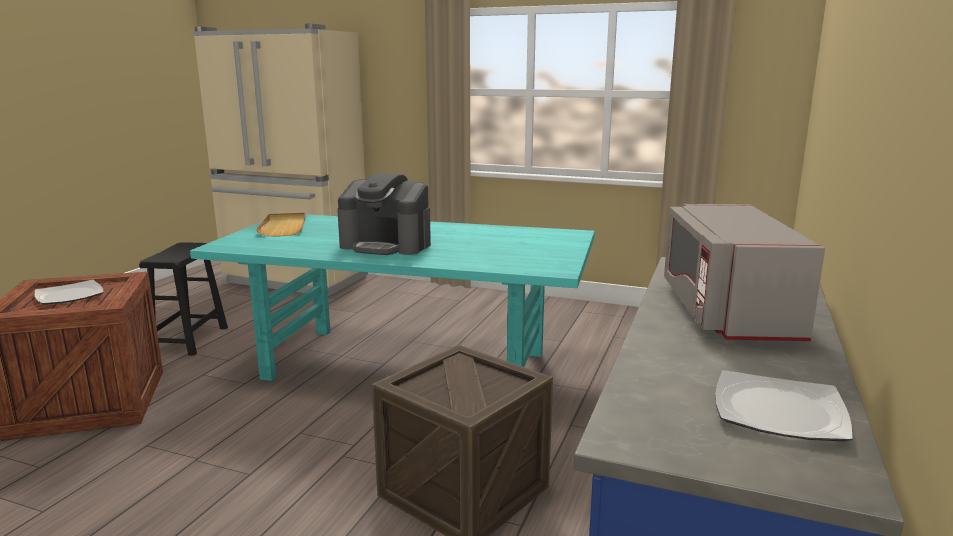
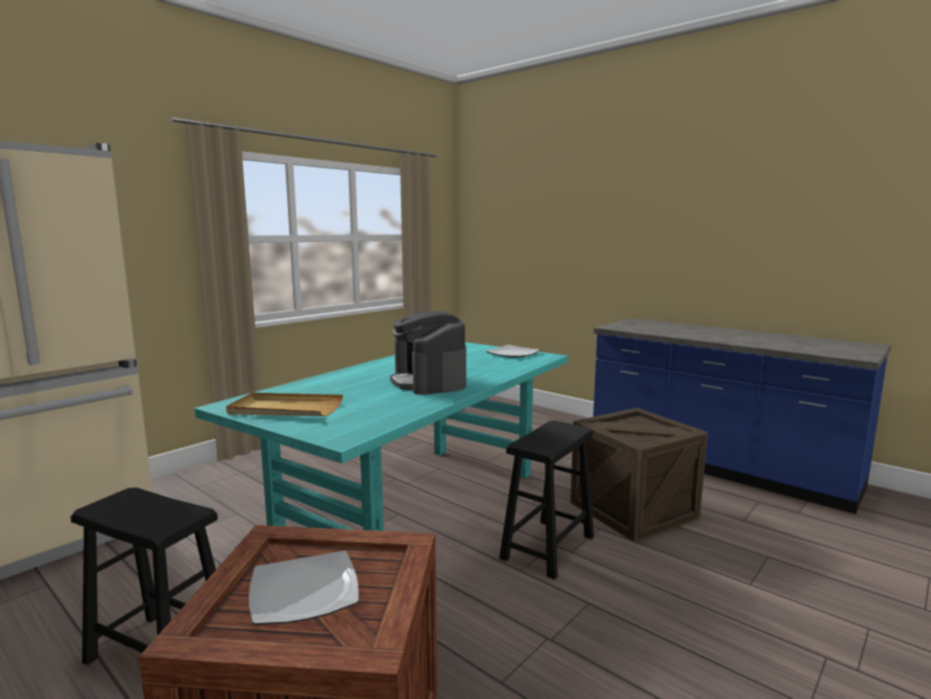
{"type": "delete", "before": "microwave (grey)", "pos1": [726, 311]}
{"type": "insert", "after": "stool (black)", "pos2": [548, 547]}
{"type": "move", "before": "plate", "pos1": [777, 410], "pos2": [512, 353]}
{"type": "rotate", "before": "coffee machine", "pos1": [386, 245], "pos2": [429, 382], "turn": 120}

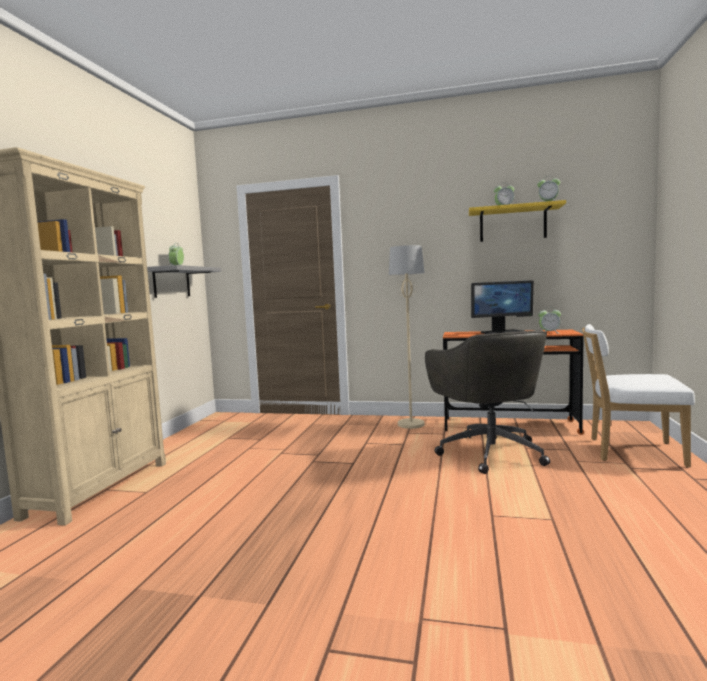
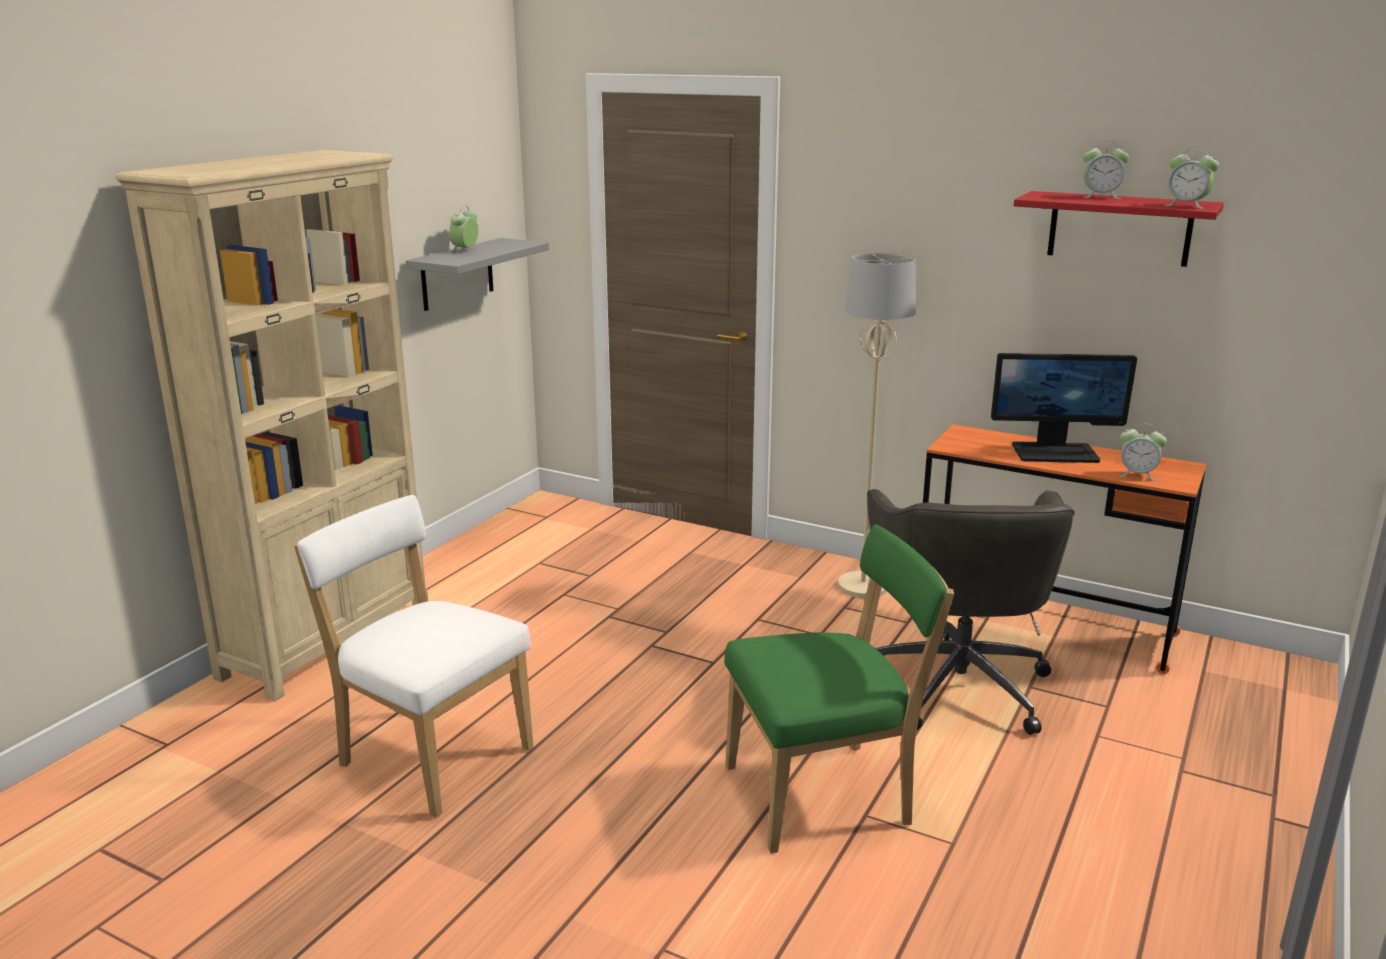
{"type": "insert", "after": "chair (green)", "pos2": [826, 795]}
{"type": "move", "before": "chair (white)", "pos1": [630, 451], "pos2": [430, 754]}
{"type": "recolor", "before": "shelf (yellow)", "after": "shelf (red)", "pos1": [512, 224], "pos2": [1119, 228]}

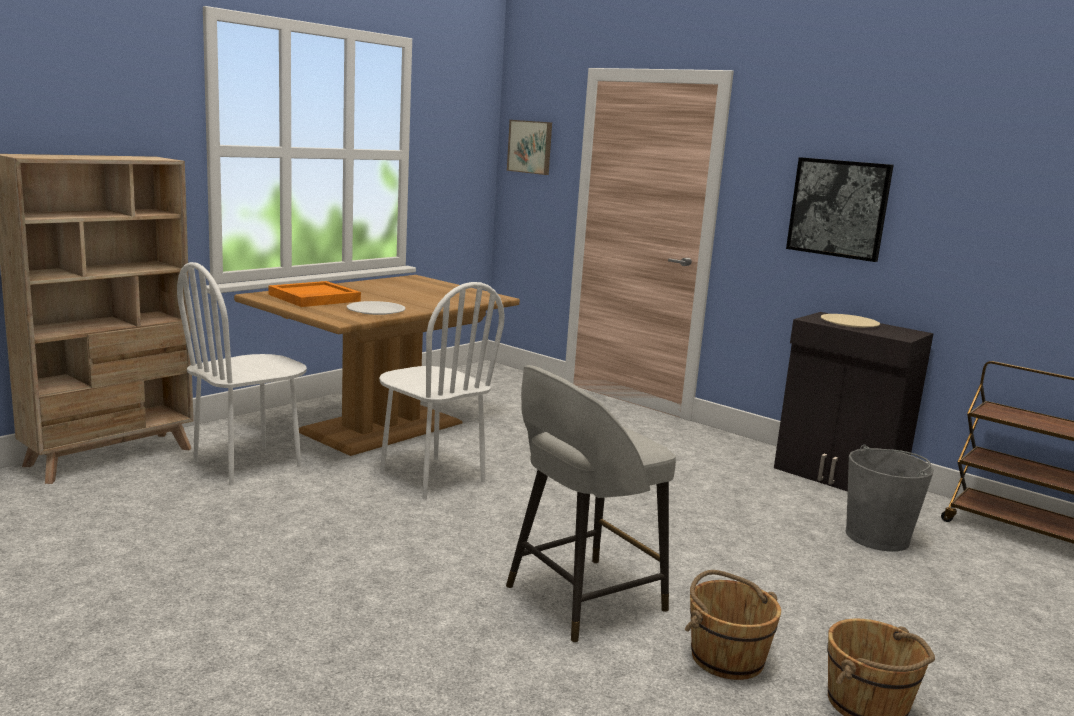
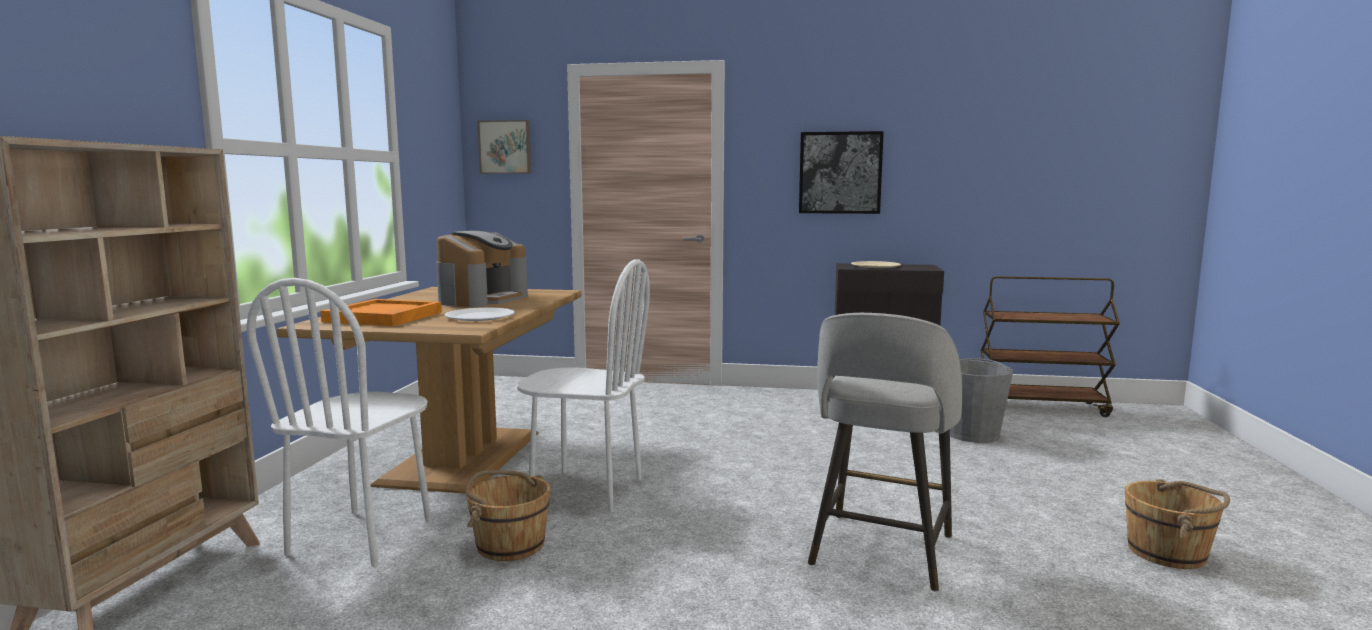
{"type": "insert", "after": "coffee machine", "pos2": [482, 299]}
{"type": "move", "before": "bucket (brown)", "pos1": [726, 657], "pos2": [510, 544]}

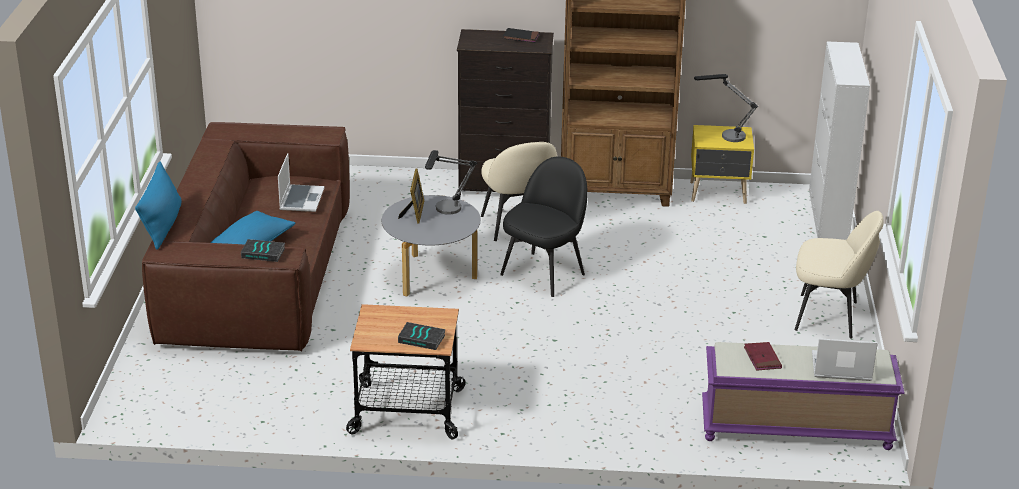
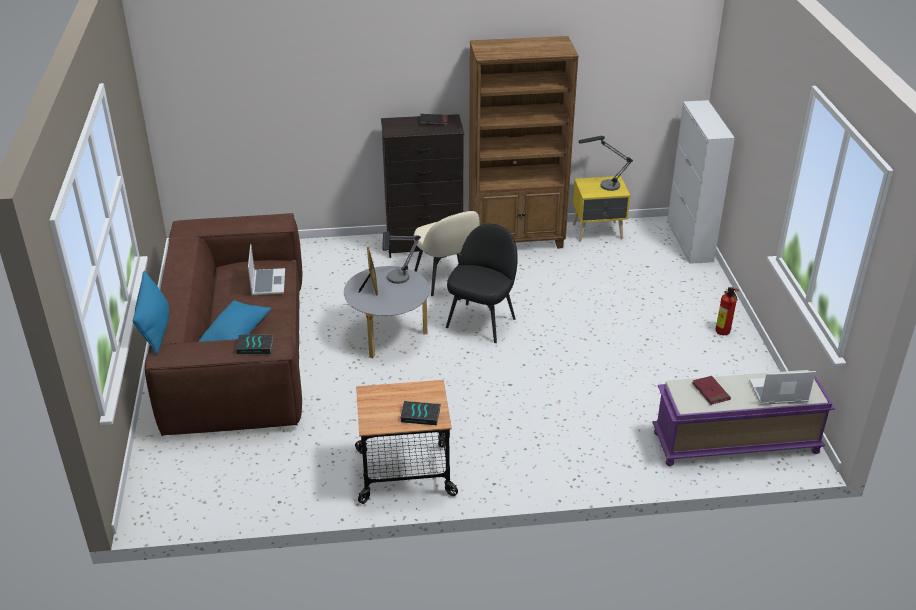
{"type": "replace", "before": "chair (beige)", "after": "fire extinguisher", "pos1": [828, 316], "pos2": [723, 333]}

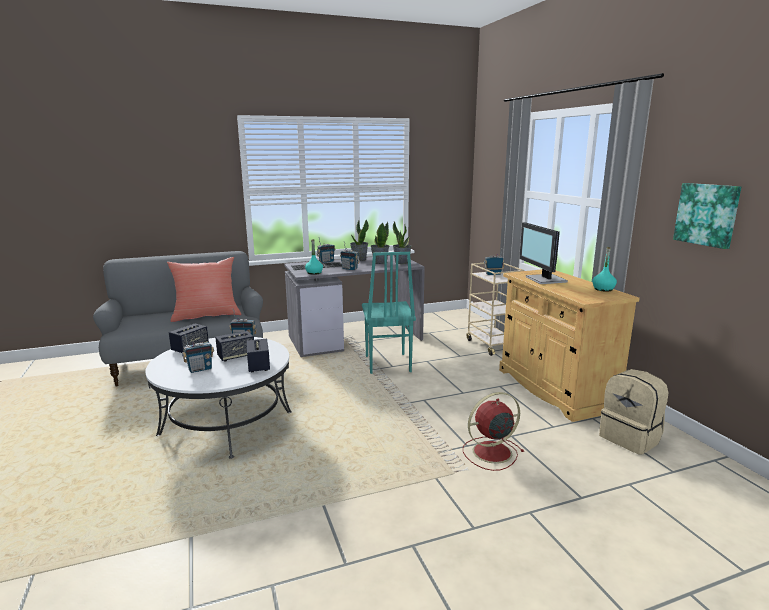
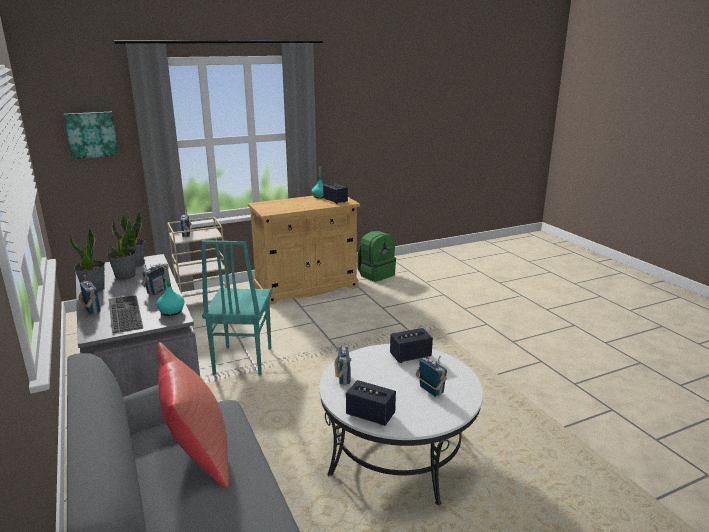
{"type": "delete", "before": "fan (red)", "pos1": [490, 452]}
{"type": "delete", "before": "monitor", "pos1": [544, 280]}
{"type": "move", "before": "speaker", "pos1": [236, 356], "pos2": [335, 201]}
{"type": "move", "before": "picture", "pos1": [707, 214], "pos2": [91, 134]}
{"type": "recolor", "before": "backpack (beige)", "after": "backpack (green)", "pos1": [631, 438], "pos2": [376, 274]}
{"type": "rotate", "before": "chair (turquoise)", "pos1": [386, 364], "pos2": [242, 361], "turn": 105}

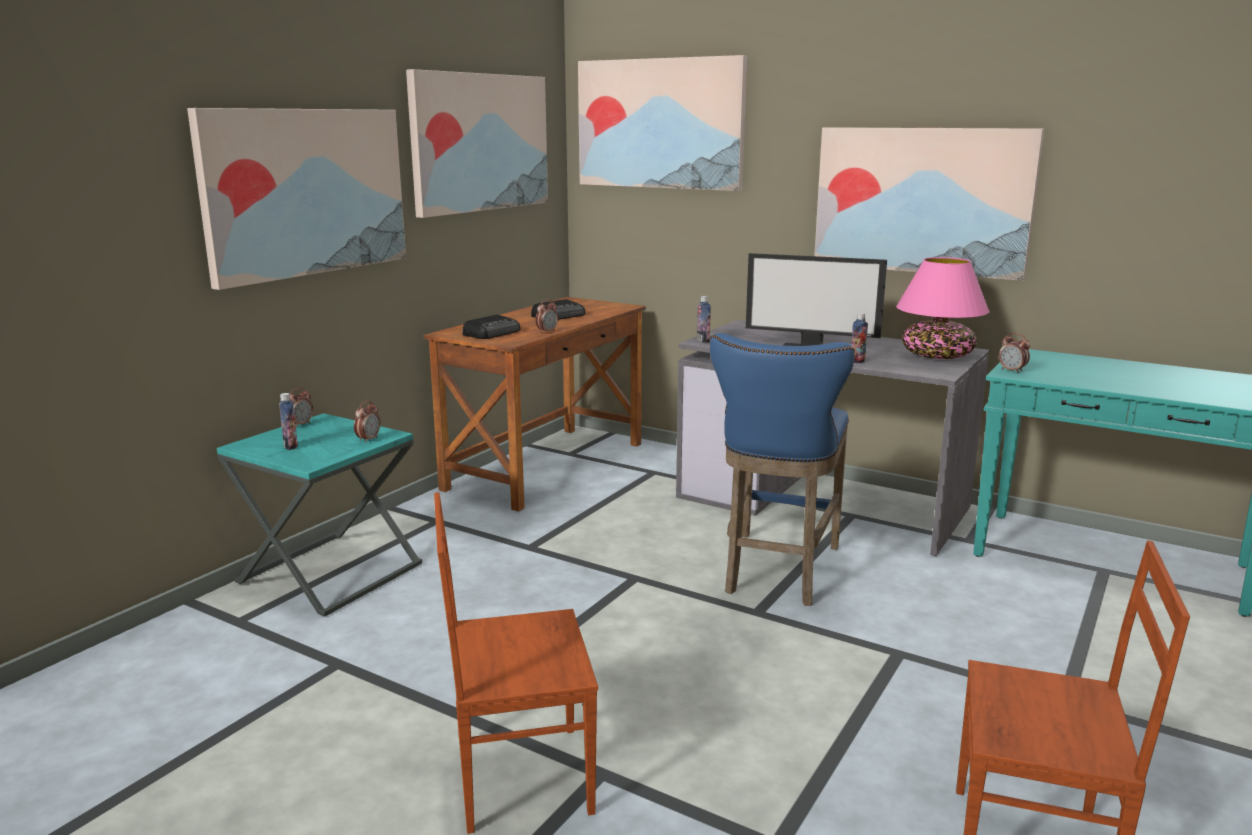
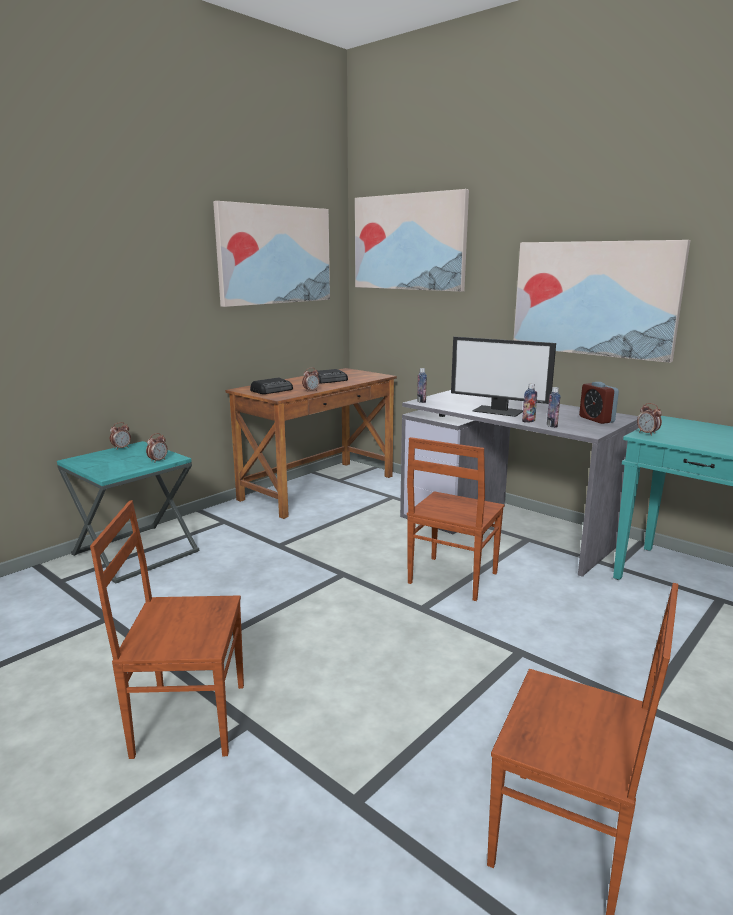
{"type": "delete", "before": "picture", "pos1": [305, 192]}
{"type": "move", "before": "bottle", "pos1": [290, 446], "pos2": [552, 426]}
{"type": "replace", "before": "stool (blue)", "after": "chair (brown)", "pos1": [776, 572], "pos2": [451, 578]}
{"type": "replace", "before": "table lamp (pink)", "after": "alarm clock", "pos1": [938, 355], "pos2": [596, 419]}

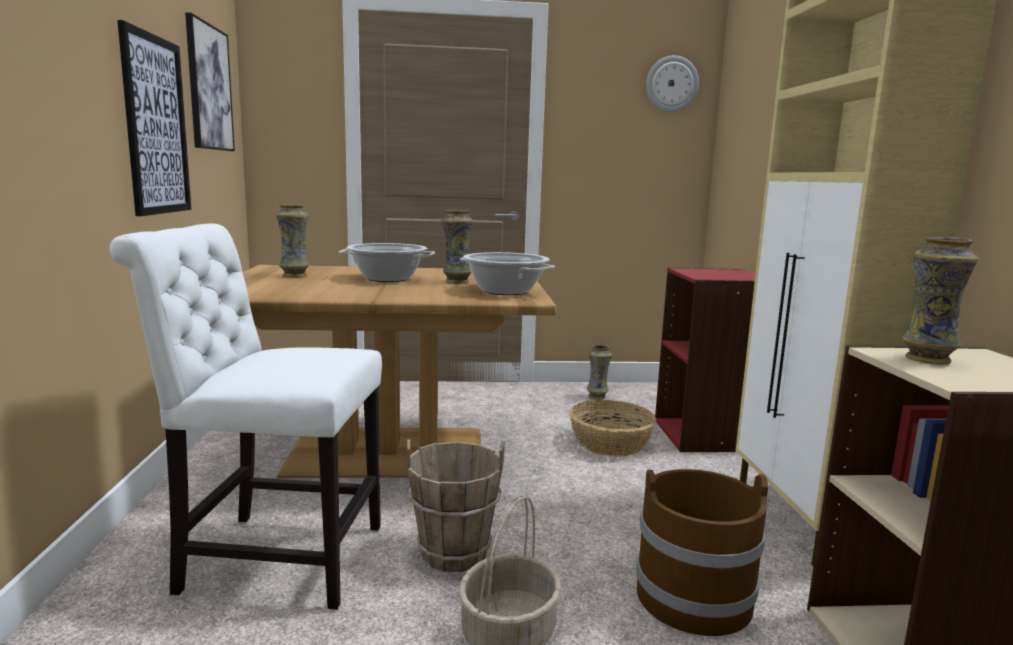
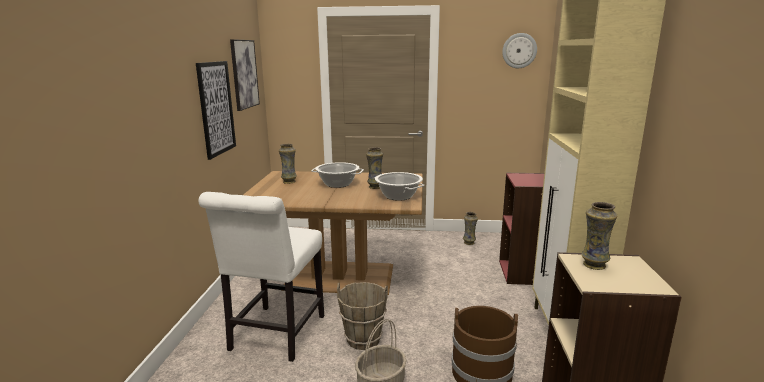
{"type": "delete", "before": "basket", "pos1": [610, 443]}
{"type": "rotate", "before": "chair (white)", "pos1": [273, 557], "pos2": [275, 336], "turn": -90}

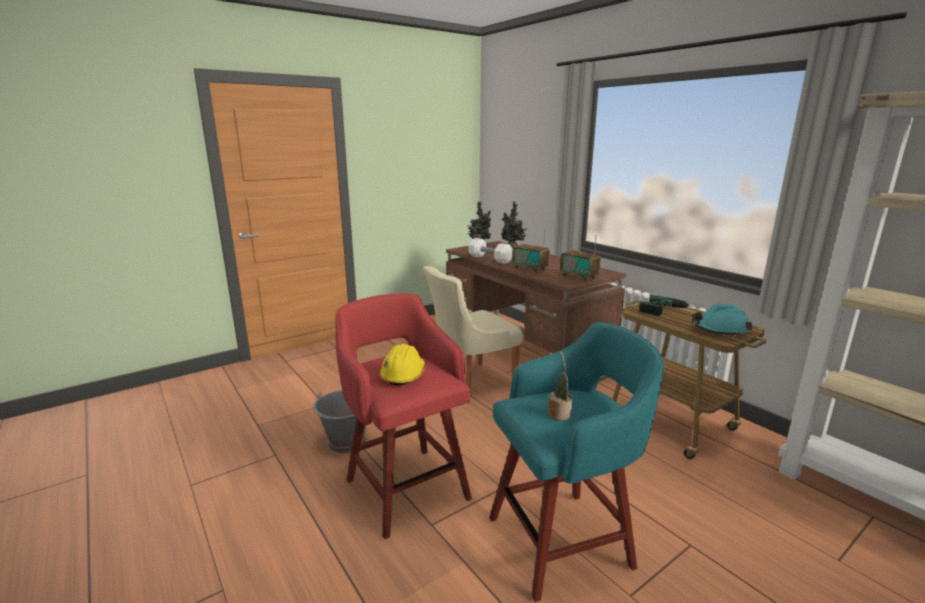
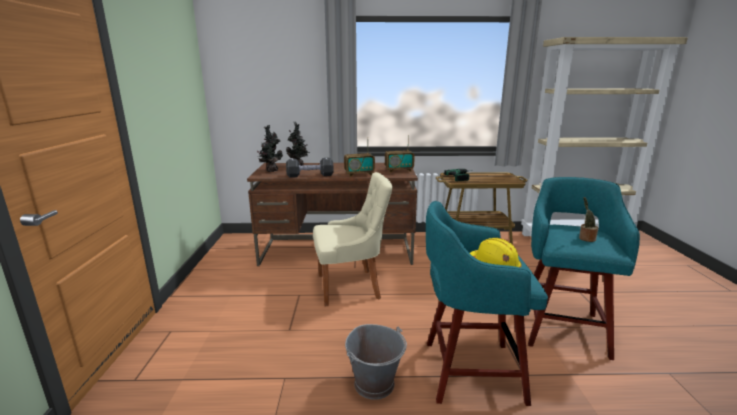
{"type": "delete", "before": "hard hat (turquoise)", "pos1": [720, 330]}
{"type": "recolor", "before": "stool (red)", "after": "stool (turquoise)", "pos1": [405, 486], "pos2": [469, 371]}
{"type": "recolor", "before": "dumbbell (white)", "after": "dumbbell (black)", "pos1": [490, 259], "pos2": [310, 175]}
{"type": "rotate", "before": "chair (beige)", "pos1": [471, 383], "pos2": [351, 286], "turn": -105}

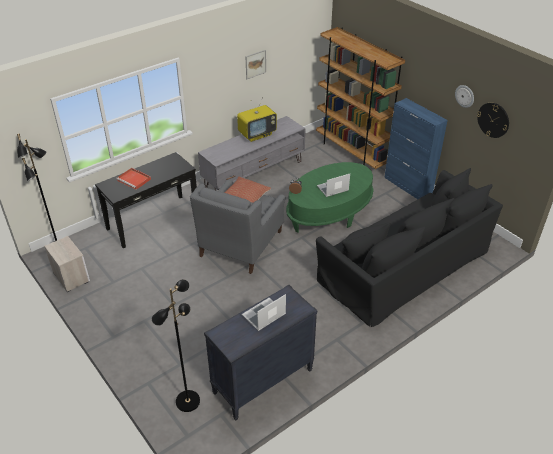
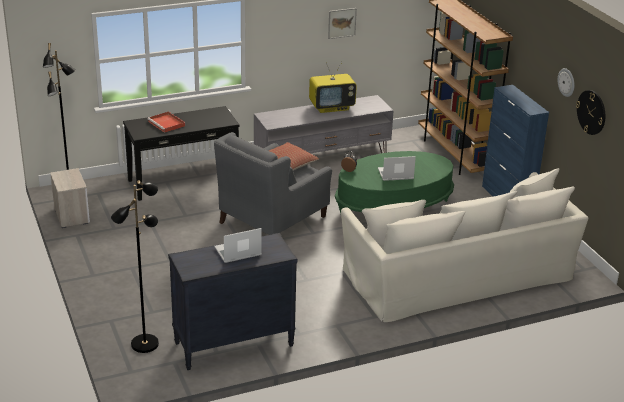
{"type": "recolor", "before": "sofa (black)", "after": "sofa (beige)", "pos1": [404, 264], "pos2": [457, 273]}

